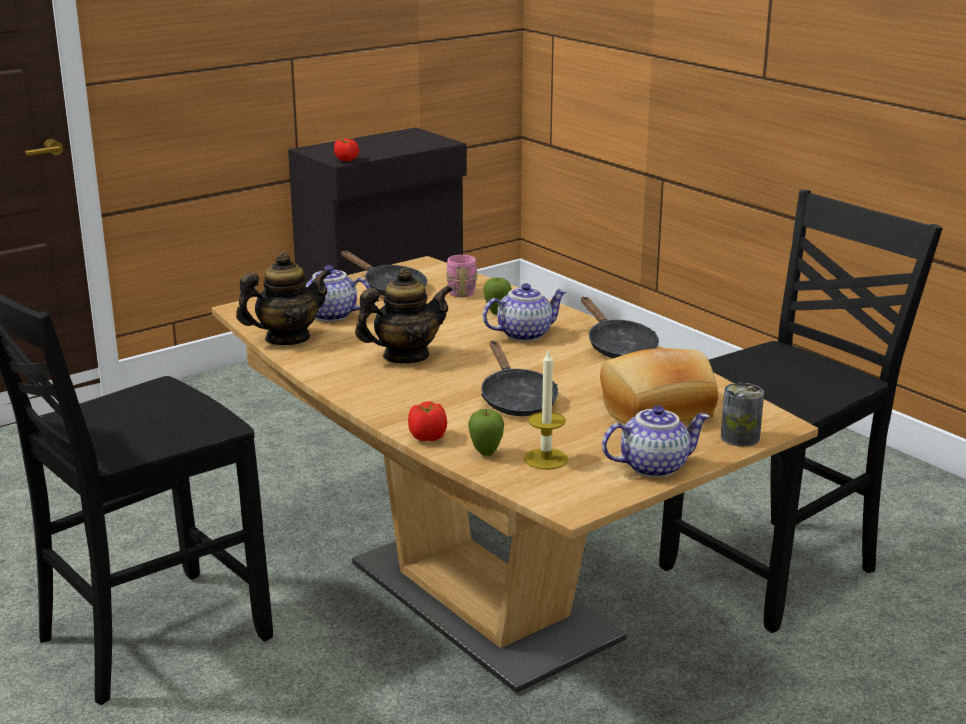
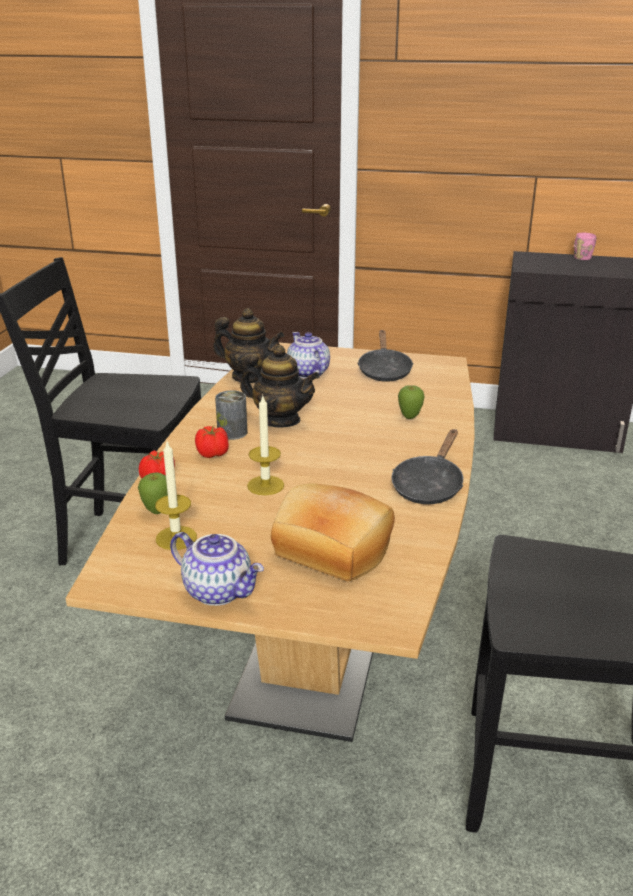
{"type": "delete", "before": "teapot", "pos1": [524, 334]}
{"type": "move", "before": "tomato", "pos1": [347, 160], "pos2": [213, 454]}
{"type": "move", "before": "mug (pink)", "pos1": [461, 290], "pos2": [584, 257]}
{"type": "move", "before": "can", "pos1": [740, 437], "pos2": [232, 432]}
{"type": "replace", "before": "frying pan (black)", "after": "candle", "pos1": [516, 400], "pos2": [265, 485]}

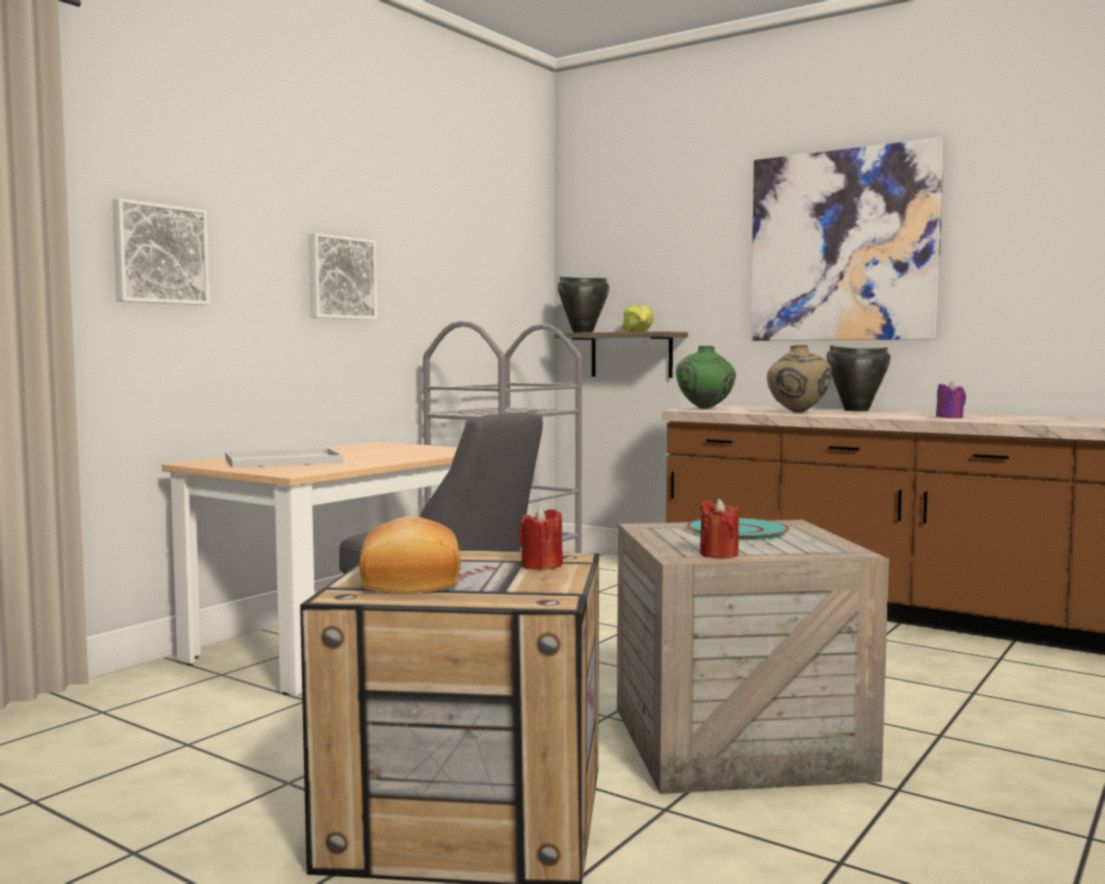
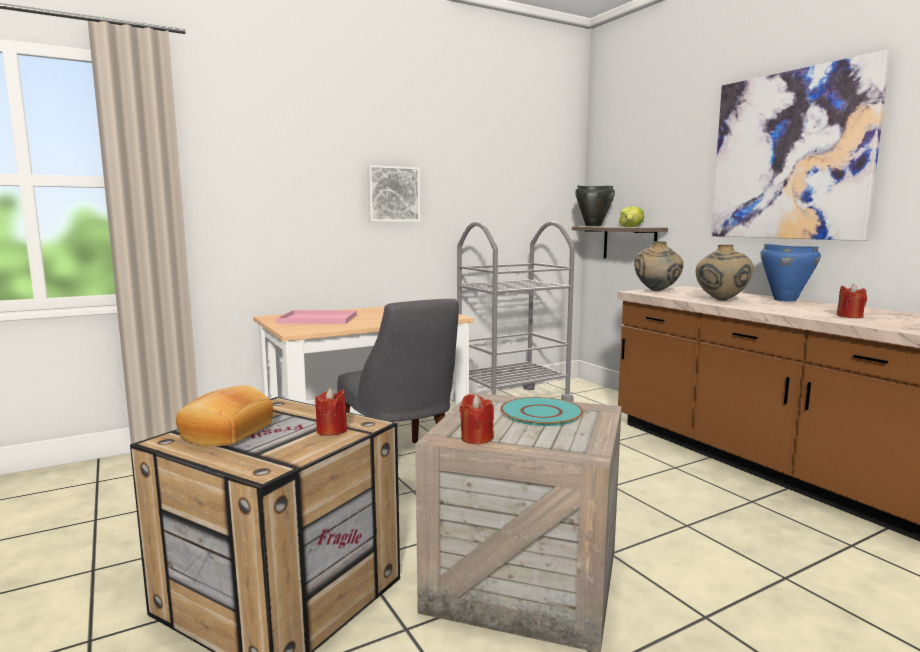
{"type": "delete", "before": "picture", "pos1": [159, 254]}
{"type": "recolor", "before": "tray (white)", "after": "tray (pink)", "pos1": [285, 461], "pos2": [319, 319]}
{"type": "recolor", "before": "vase (green)", "after": "vase (beige)", "pos1": [705, 409], "pos2": [657, 291]}
{"type": "recolor", "before": "cooking pot (black)", "after": "cooking pot (blue)", "pos1": [855, 410], "pos2": [784, 300]}
{"type": "recolor", "before": "candle (purple)", "after": "candle (red)", "pos1": [949, 417], "pos2": [849, 316]}

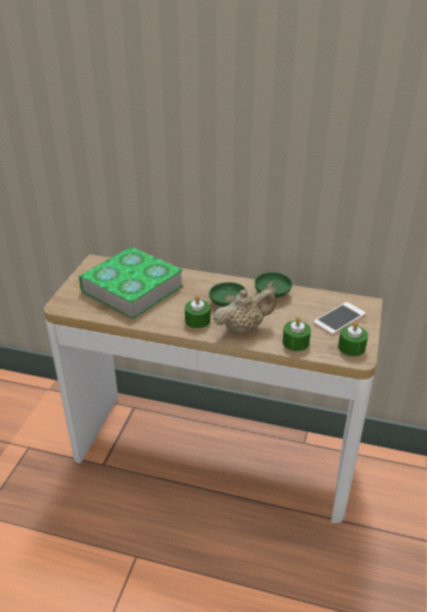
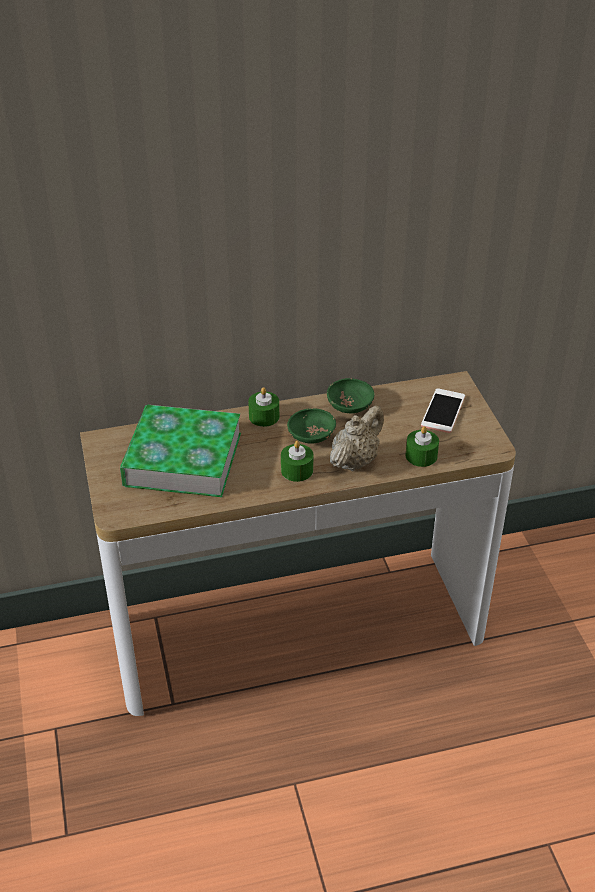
{"type": "move", "before": "candle (green)", "pos1": [351, 347], "pos2": [264, 416]}

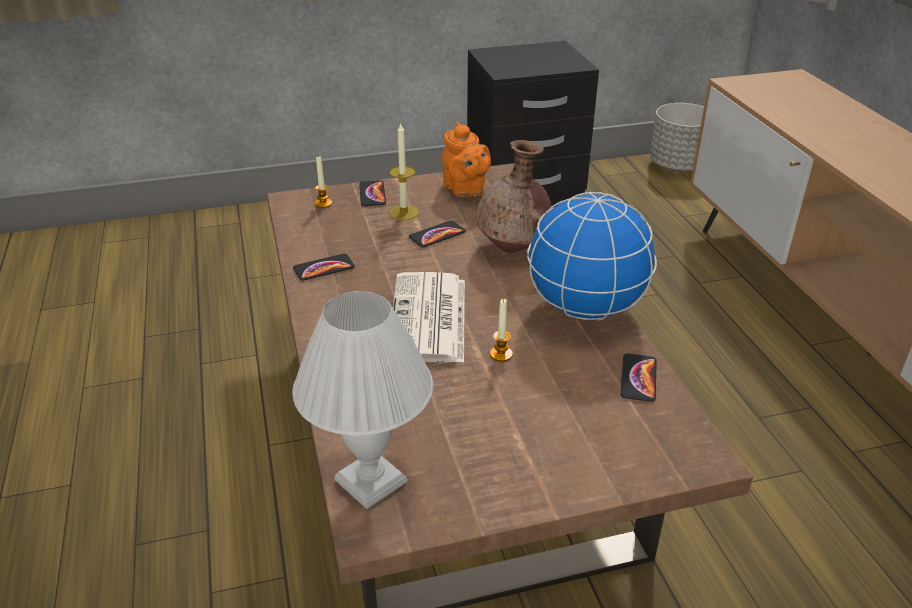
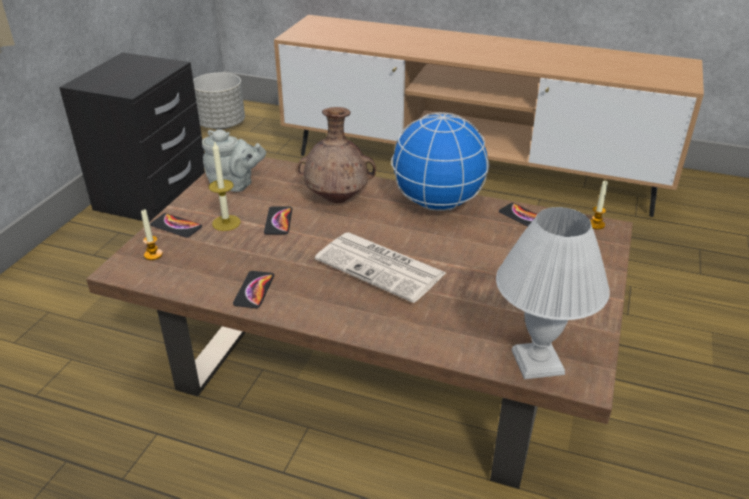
{"type": "move", "before": "candle", "pos1": [501, 354], "pos2": [596, 224]}
{"type": "recolor", "before": "teapot (orange)", "after": "teapot (grey)", "pos1": [465, 190], "pos2": [234, 185]}

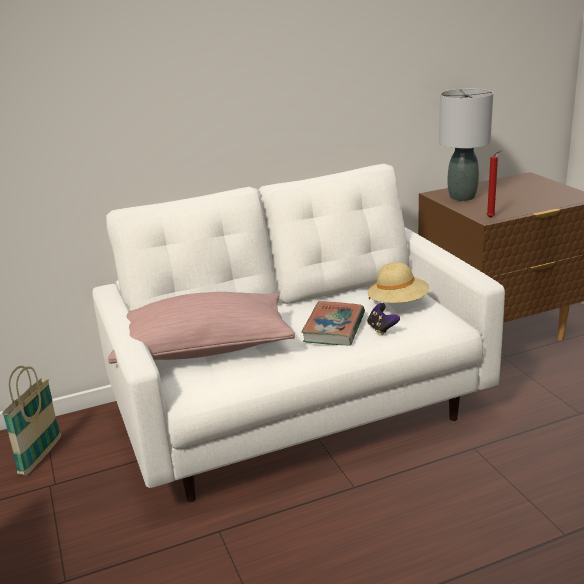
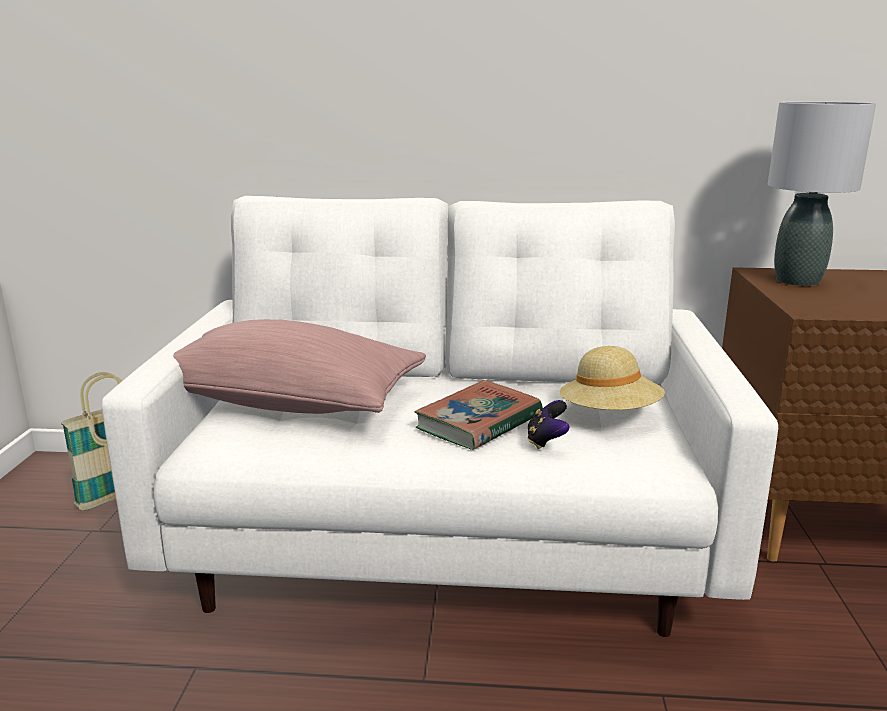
{"type": "delete", "before": "candle (red)", "pos1": [492, 217]}

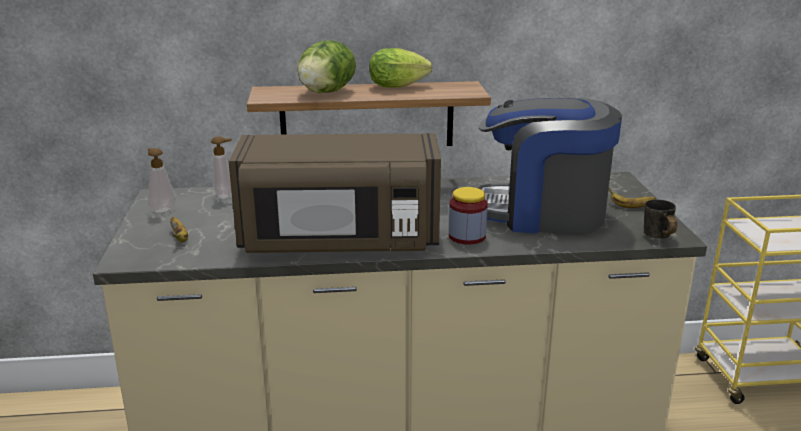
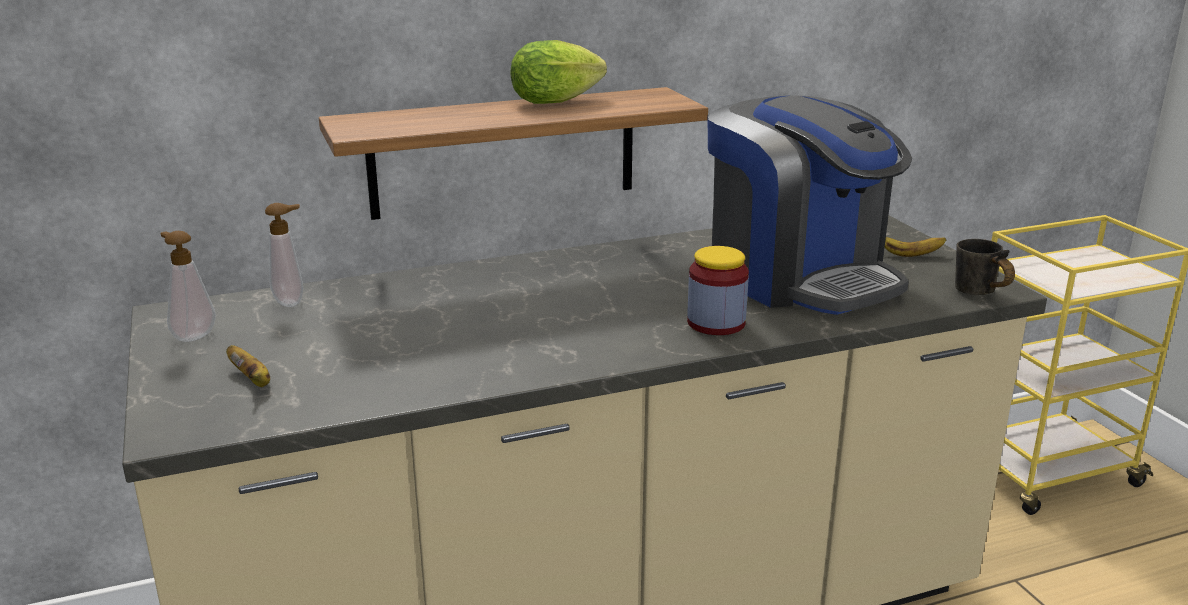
{"type": "delete", "before": "microwave (brown)", "pos1": [339, 241]}
{"type": "delete", "before": "lettuce", "pos1": [326, 92]}
{"type": "rotate", "before": "coffee machine", "pos1": [542, 213], "pos2": [799, 276], "turn": -120}

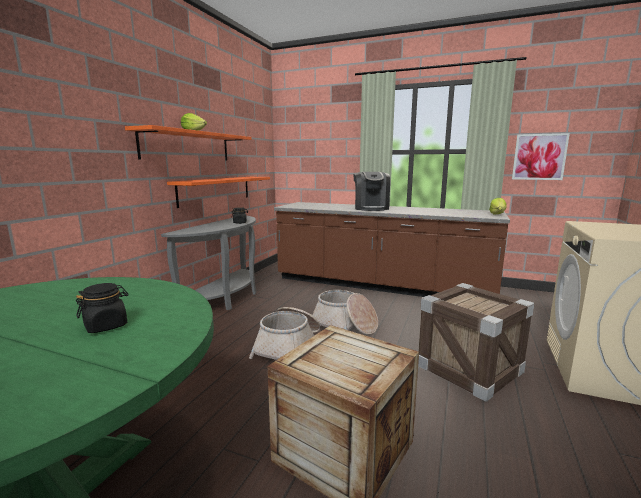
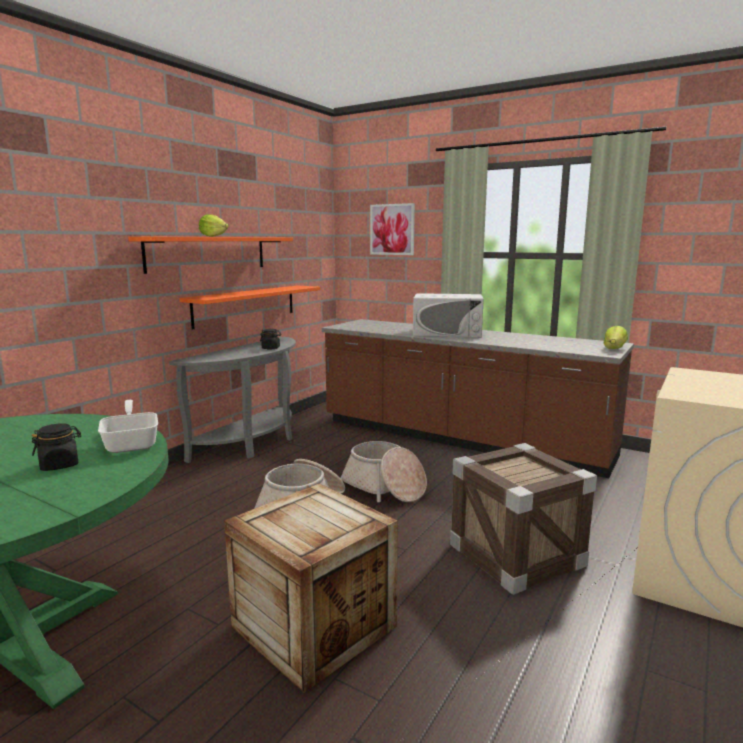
{"type": "insert", "after": "frying pan", "pos2": [132, 443]}
{"type": "move", "before": "picture", "pos1": [539, 157], "pos2": [392, 229]}
{"type": "replace", "before": "coffee machine", "after": "microwave (white)", "pos1": [371, 208], "pos2": [447, 333]}

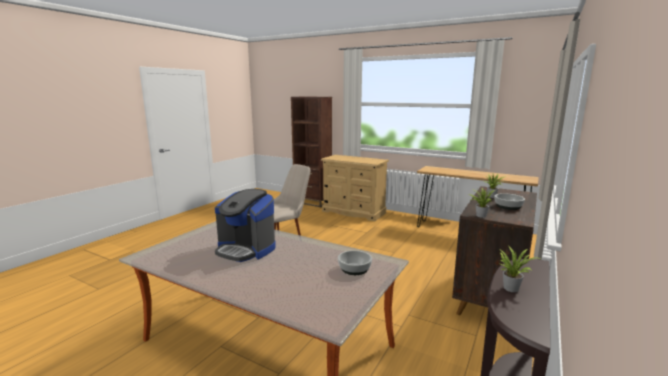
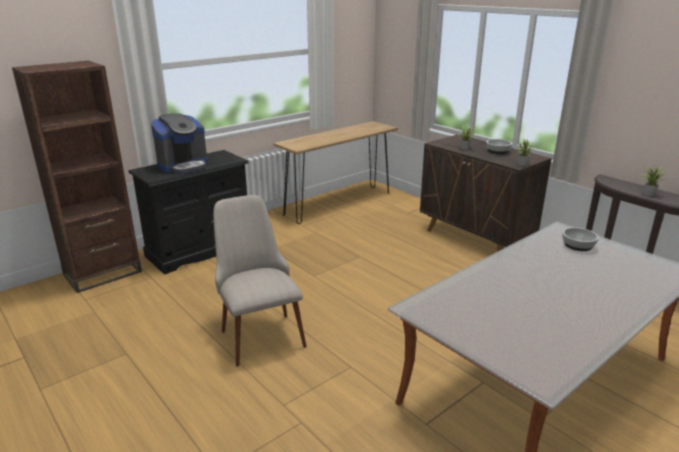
{"type": "move", "before": "coffee machine", "pos1": [246, 249], "pos2": [183, 166]}
{"type": "recolor", "before": "dresser (beige)", "after": "dresser (black)", "pos1": [353, 212], "pos2": [200, 250]}

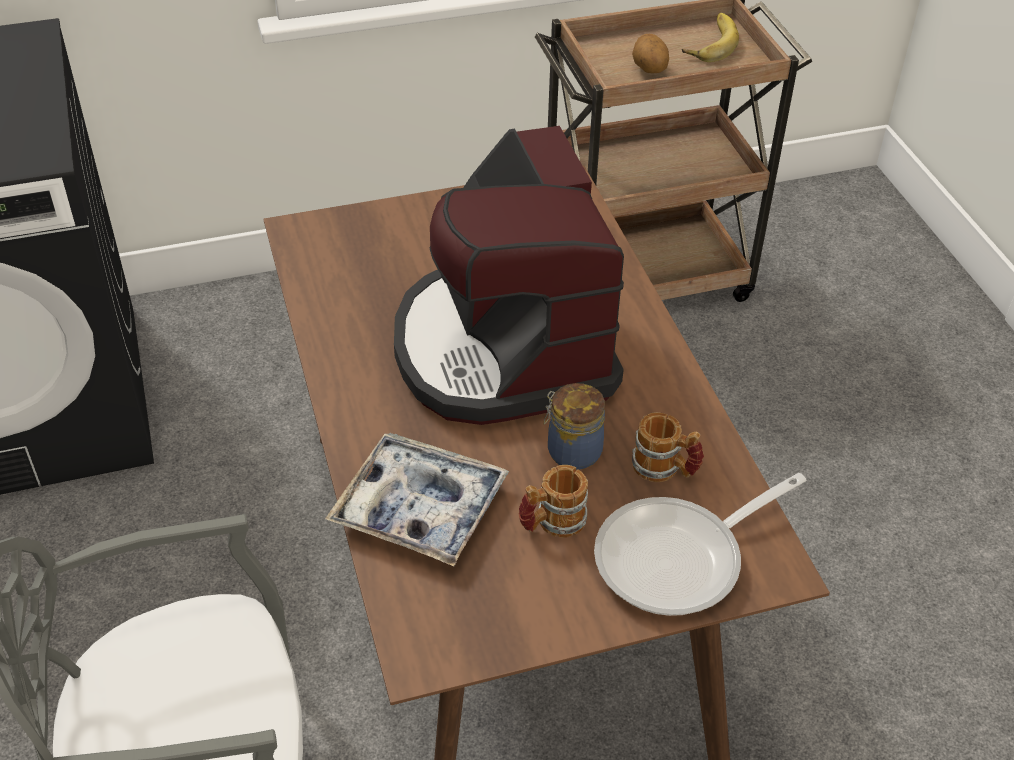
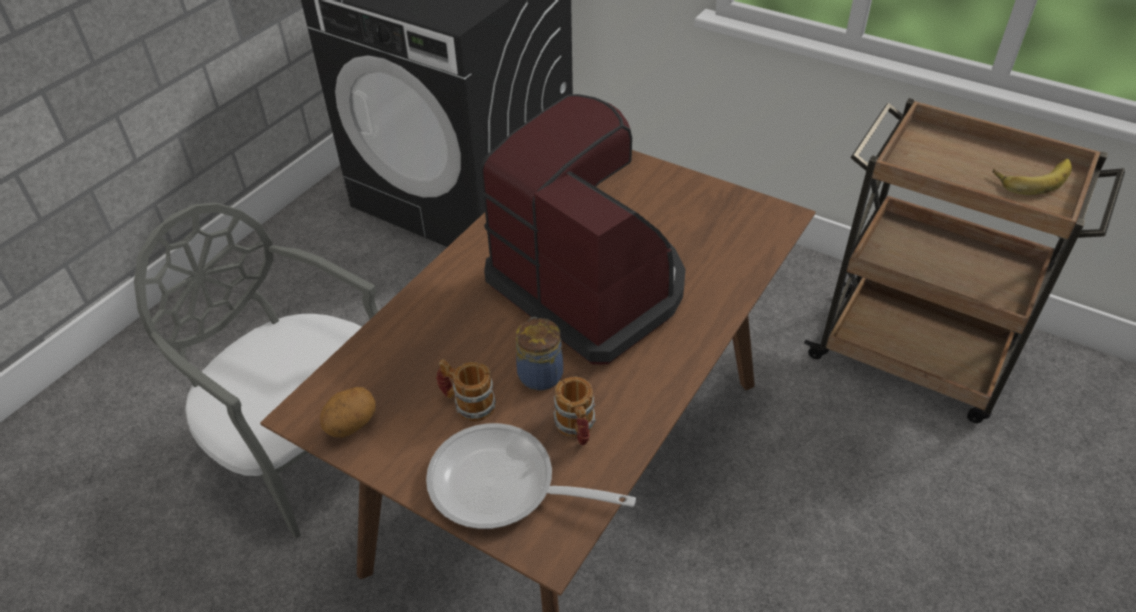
{"type": "delete", "before": "tray", "pos1": [420, 508]}
{"type": "move", "before": "potato", "pos1": [648, 70], "pos2": [351, 425]}
{"type": "rotate", "before": "coffee machine", "pos1": [503, 349], "pos2": [591, 287], "turn": 105}

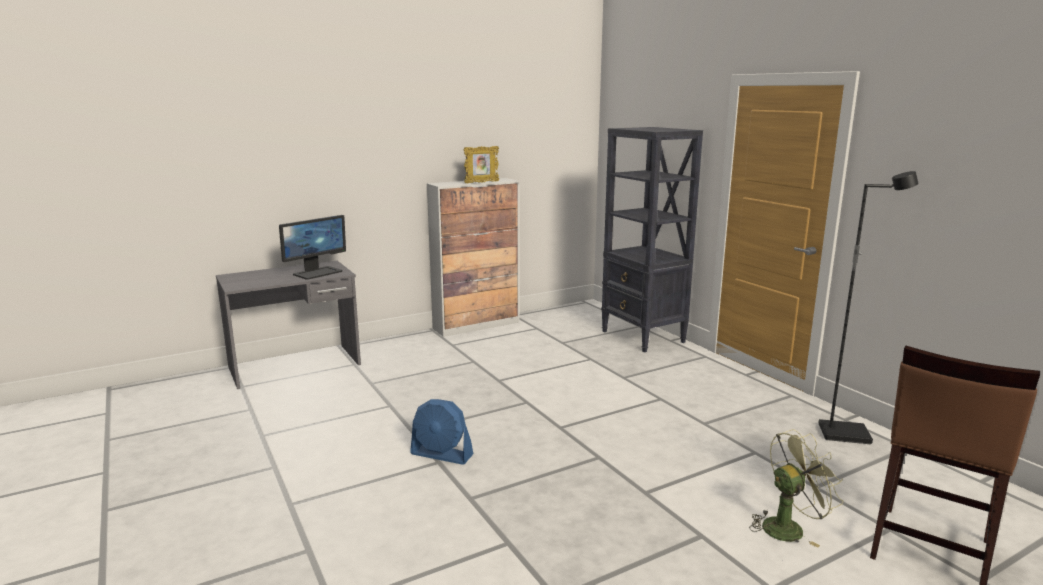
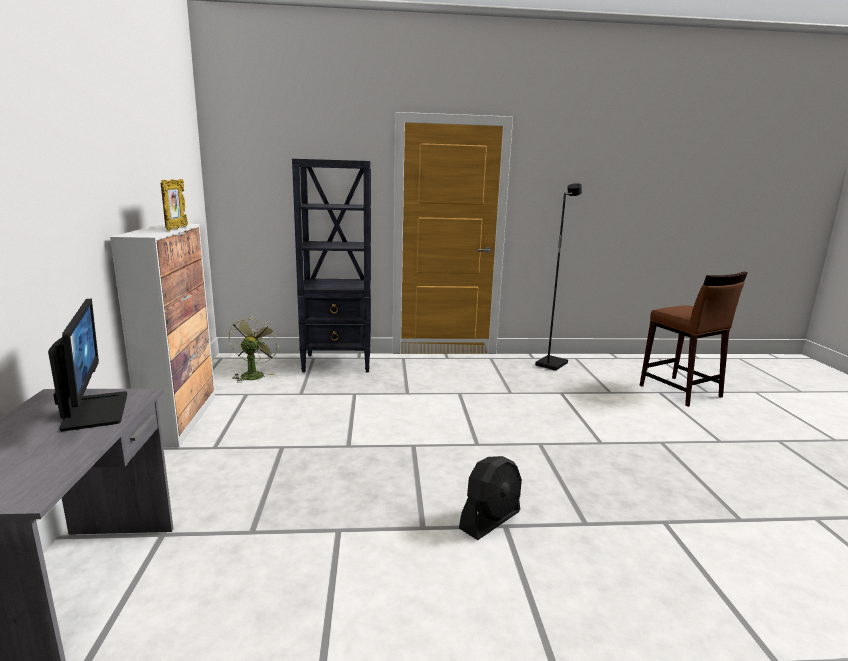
{"type": "move", "before": "fan (green)", "pos1": [789, 527], "pos2": [253, 374]}
{"type": "recolor", "before": "fan (blue)", "after": "fan (black)", "pos1": [442, 454], "pos2": [490, 520]}

